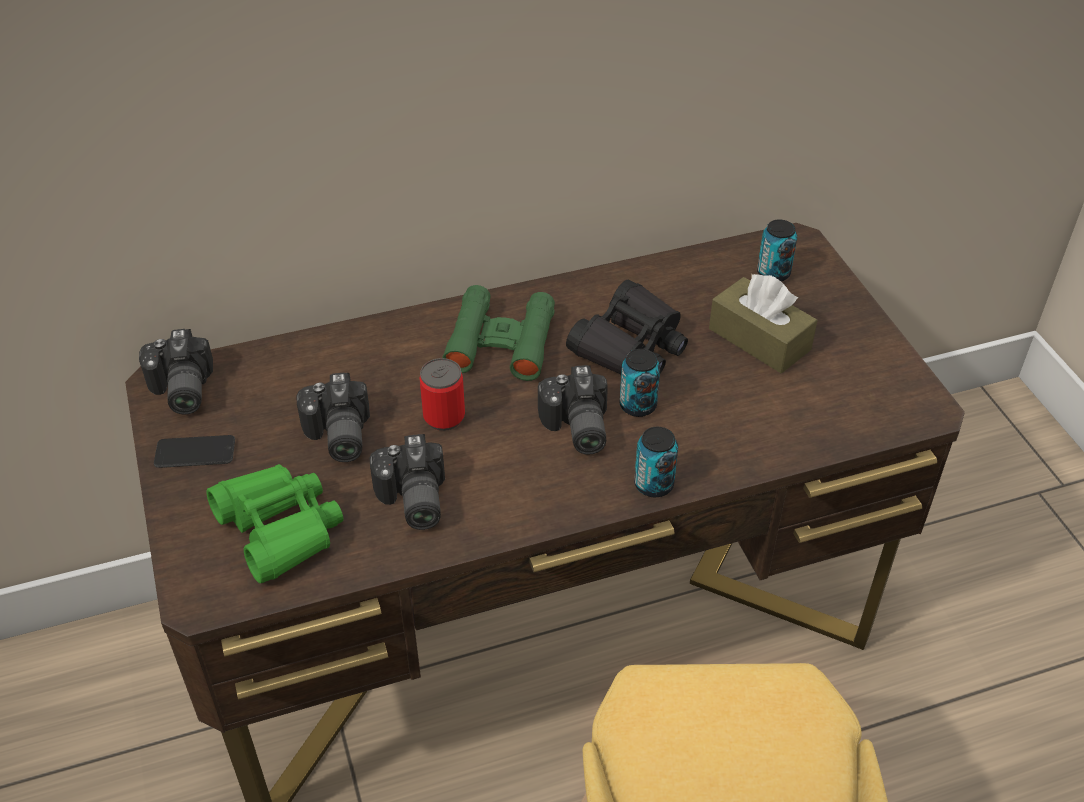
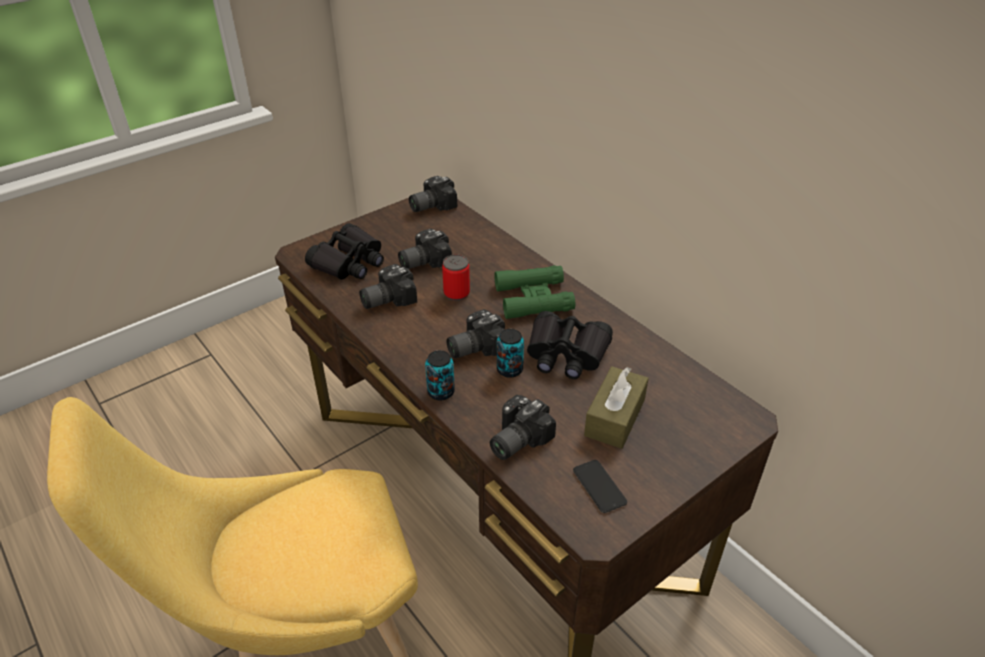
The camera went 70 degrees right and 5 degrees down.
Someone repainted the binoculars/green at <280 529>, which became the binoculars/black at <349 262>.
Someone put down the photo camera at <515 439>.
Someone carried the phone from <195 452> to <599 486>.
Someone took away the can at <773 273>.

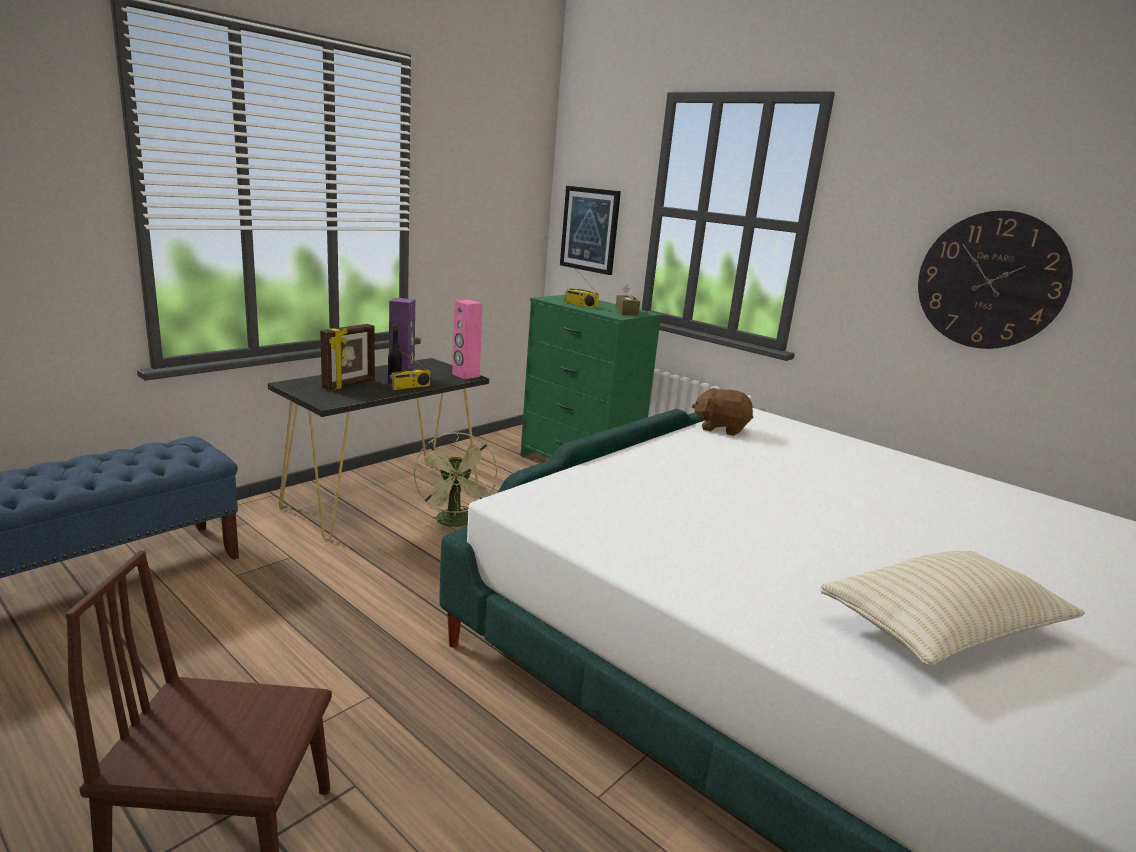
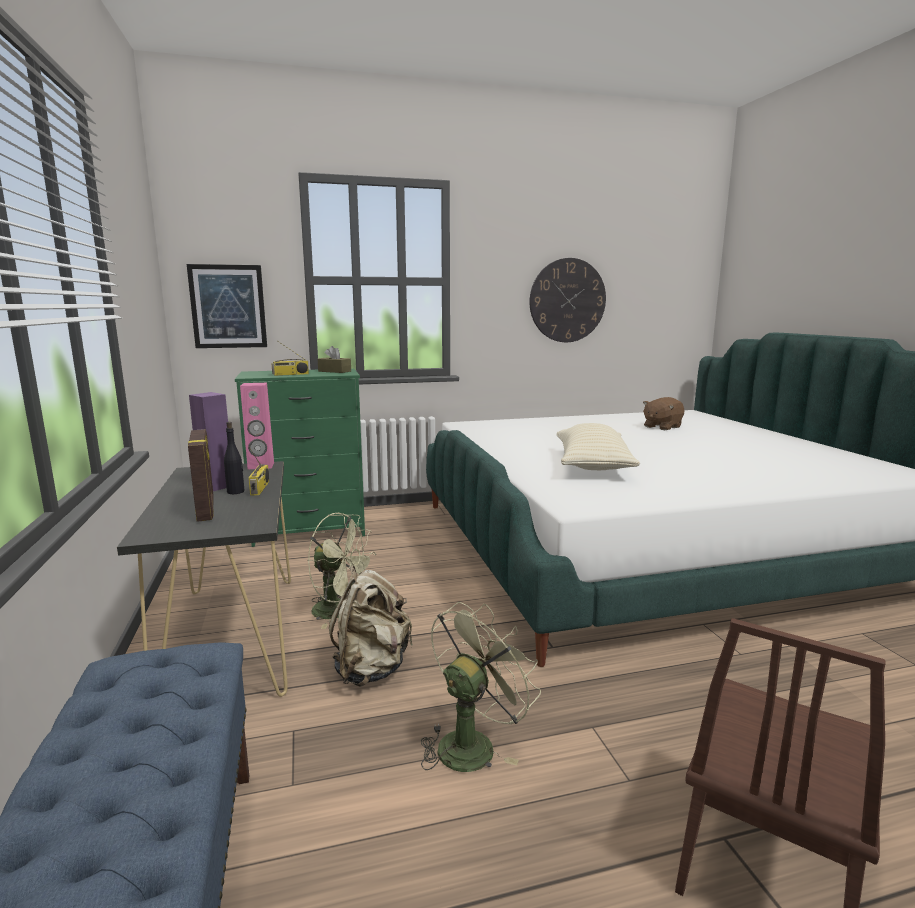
The camera went 55 degrees left and 5 degrees down.
Someone put down the backpack/beige at <371 669>.
Someone put down the fan/green at <472 743>.
Someone carried the pillow/beige from <942 630> to <592 465>.
Someone carried the plush toy/brown from <721 428> to <661 427>.

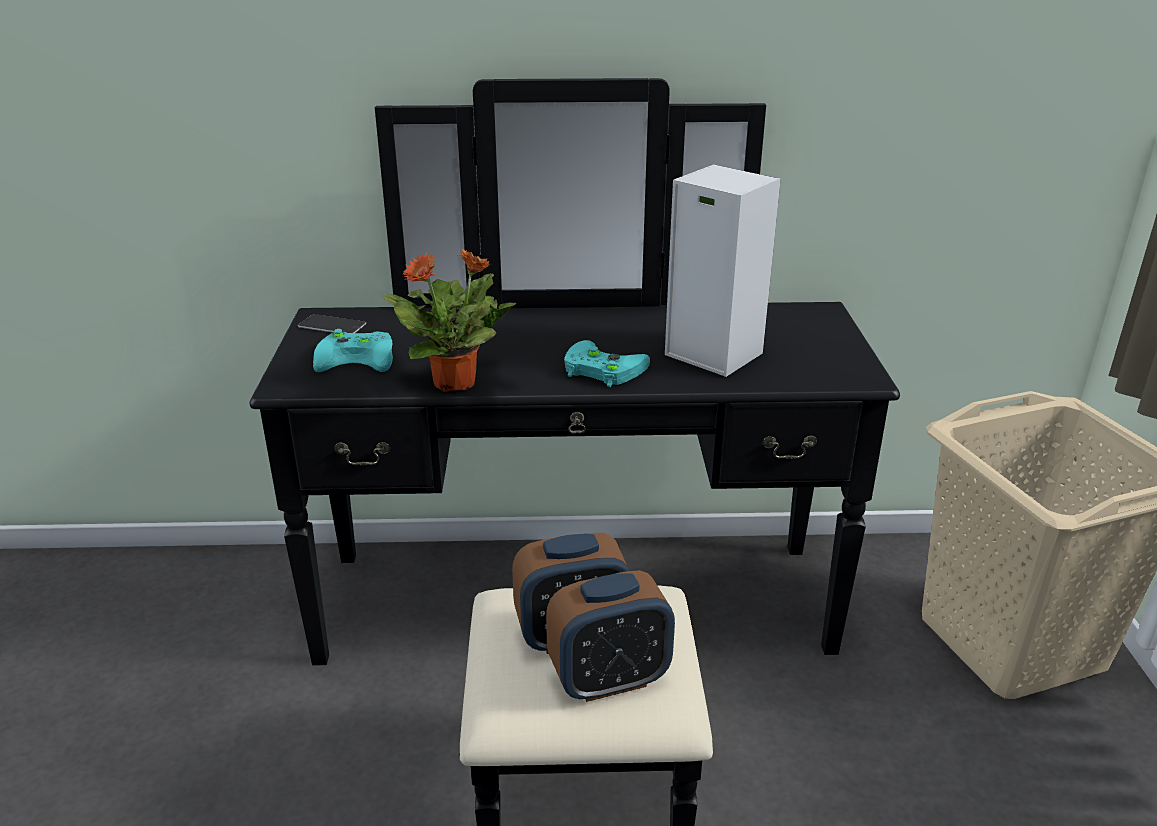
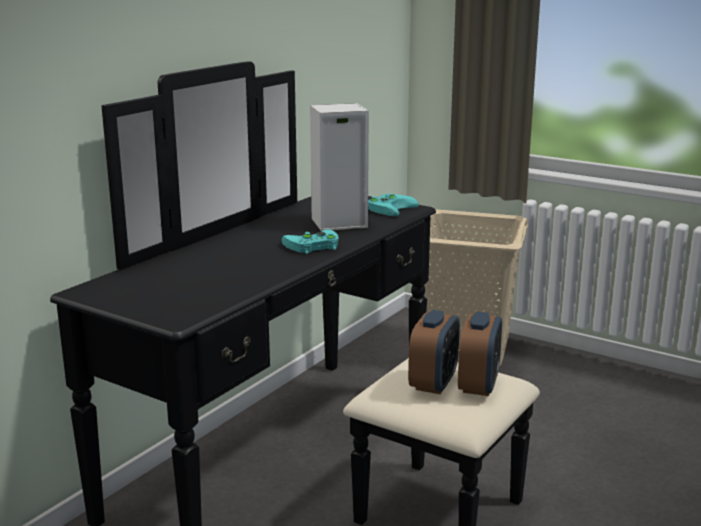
The camera went 55 degrees left and 10 degrees down.
Someone carried the game controller/turquoise from <359 357> to <390 208>.
Someone took away the phone at <332 325>.
Someone took away the potted plant at <456 382>.

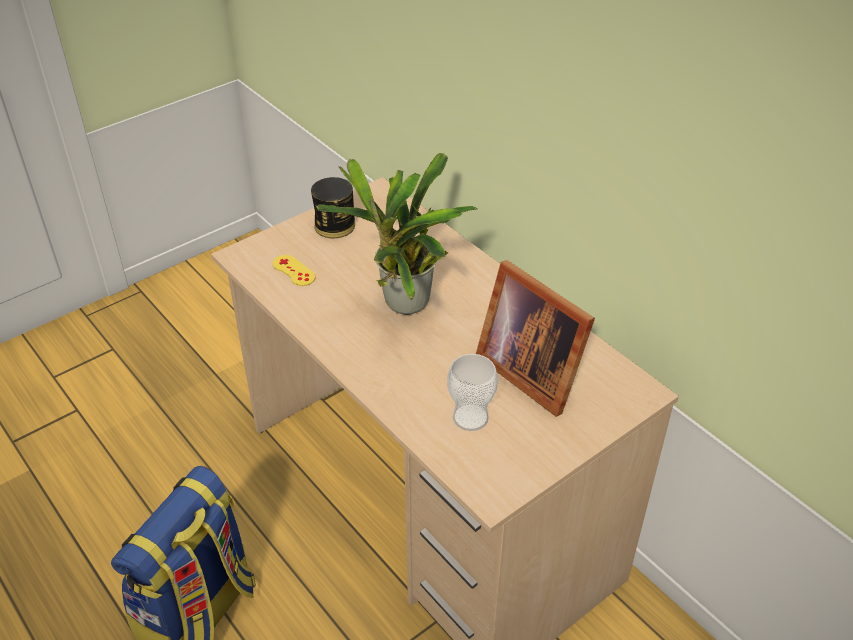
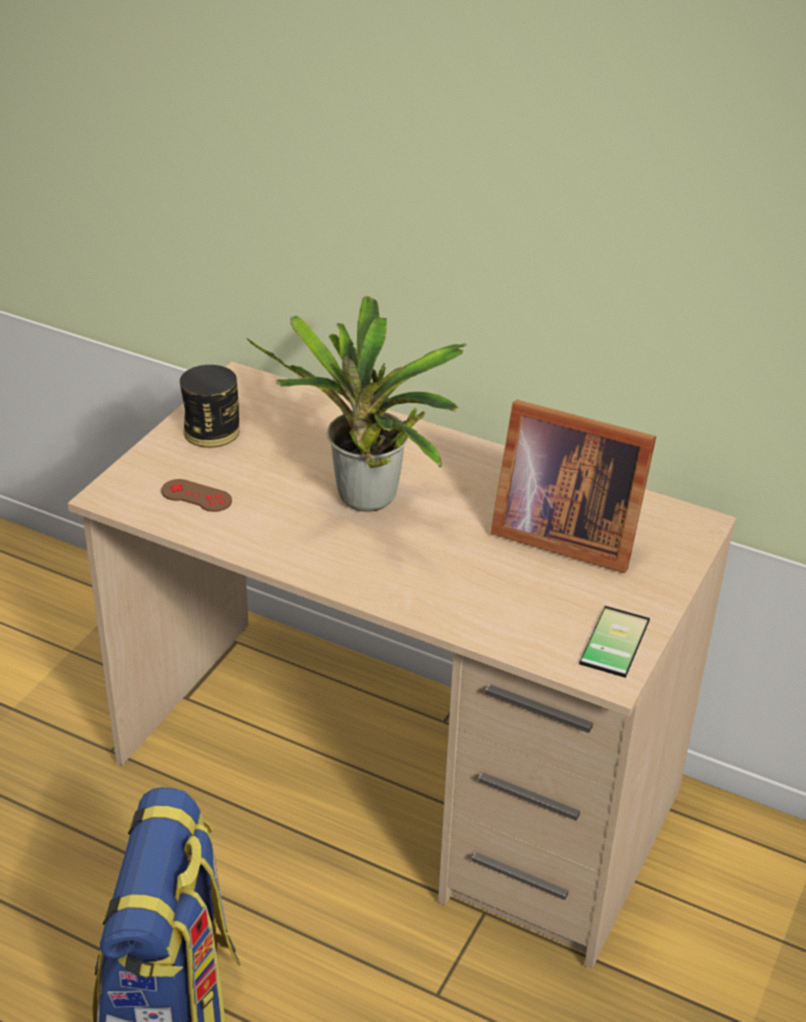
The camera went 25 degrees left and 5 degrees down.
Someone repainted the game controller/yellow at <293 271>, which became the game controller/brown at <196 496>.
Someone put down the phone at <609 640>.
Someone took away the cup at <470 417>.

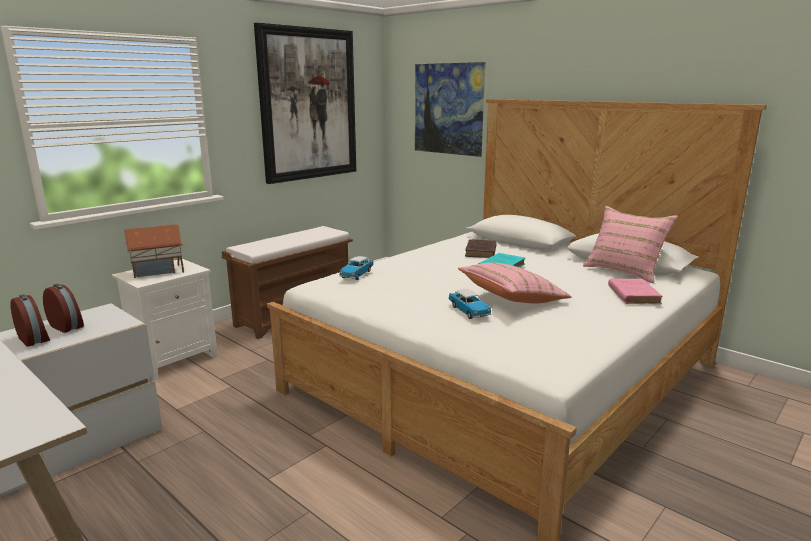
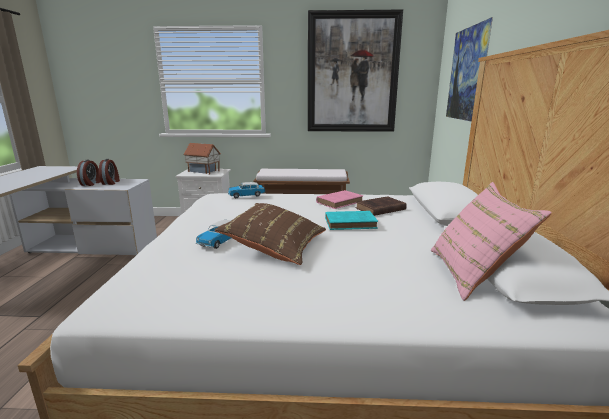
The camera went 50 degrees right and 0 degrees up.
Someone repainted the pillow/pink at <512 299>, which became the pillow/brown at <275 247>.
Someone carried the book/pink from <633 294> to <340 202>.

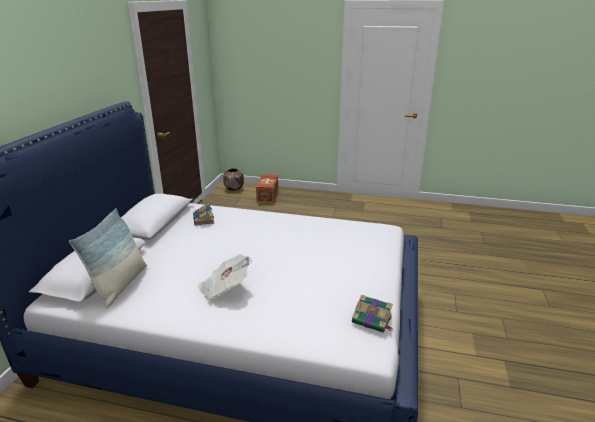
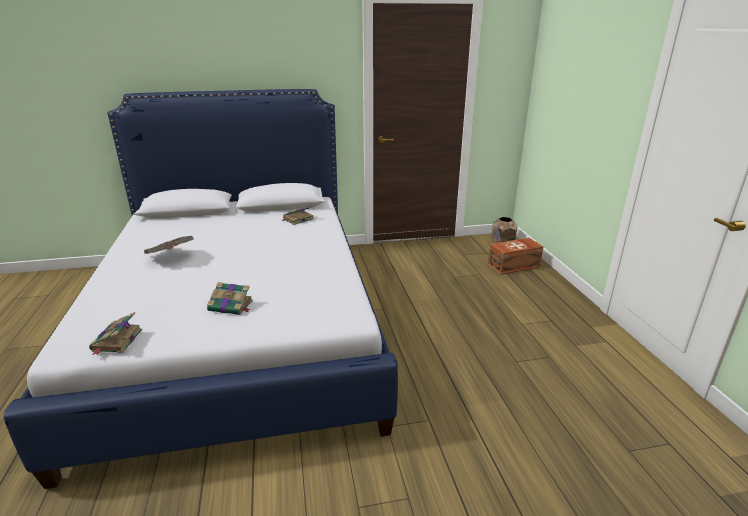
The camera went 65 degrees right and 0 degrees up.
Someone put down the book at <231 306>.
Someone took away the pillow at <120 285>.

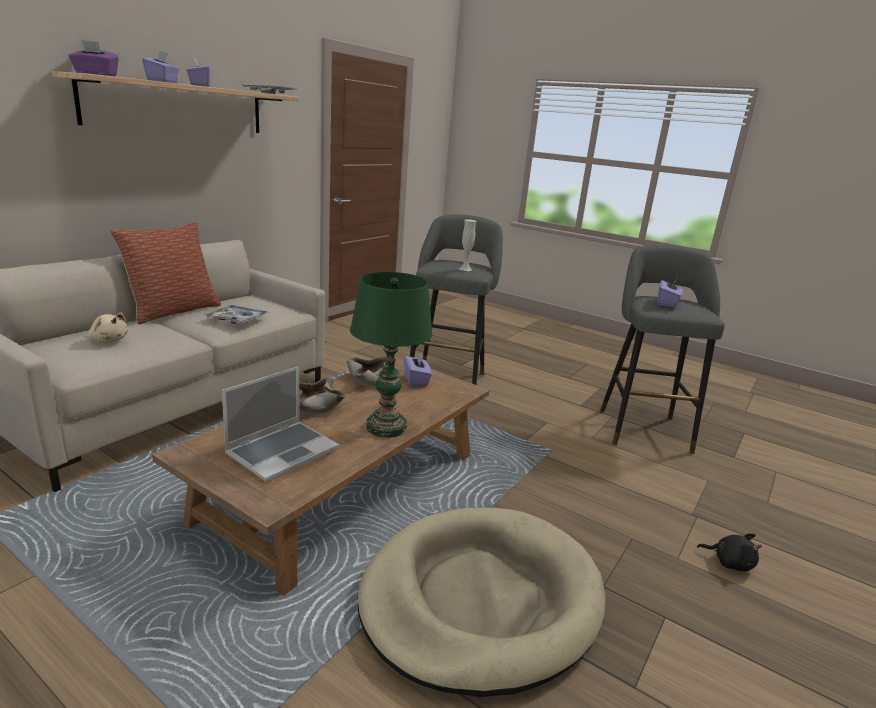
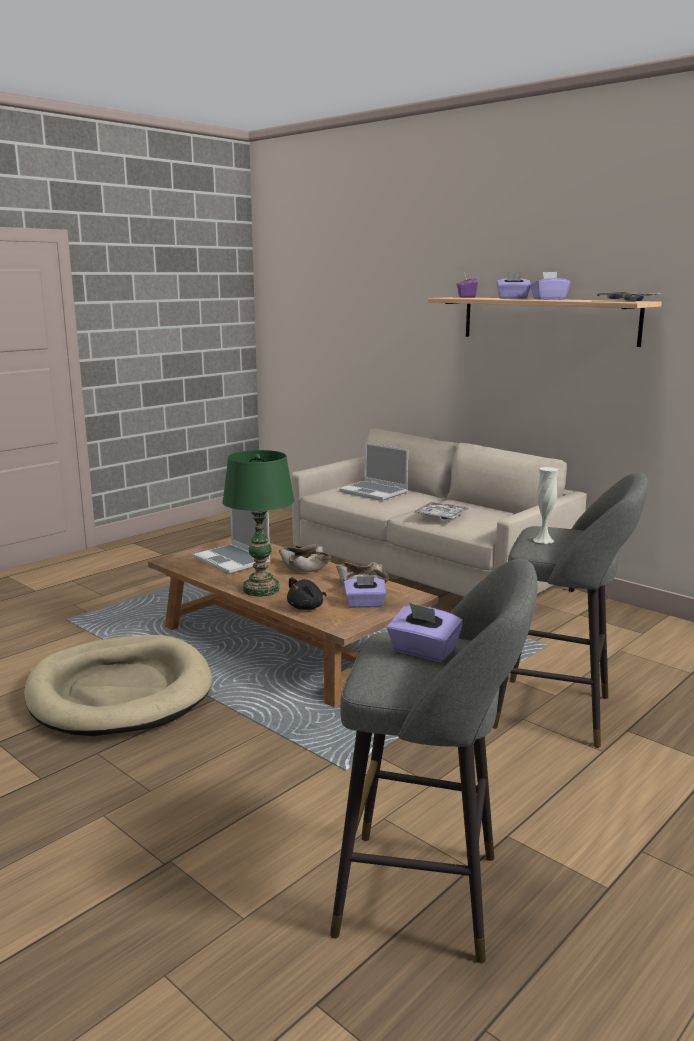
The camera went 100 degrees right and 5 degrees down.
Someone carried the plush toy/black from <729 562> to <307 607>.
Someone swapped the plush toy/beige at <108 340> for the laptop at <375 492>.
Someone took away the pillow at <173 311>.

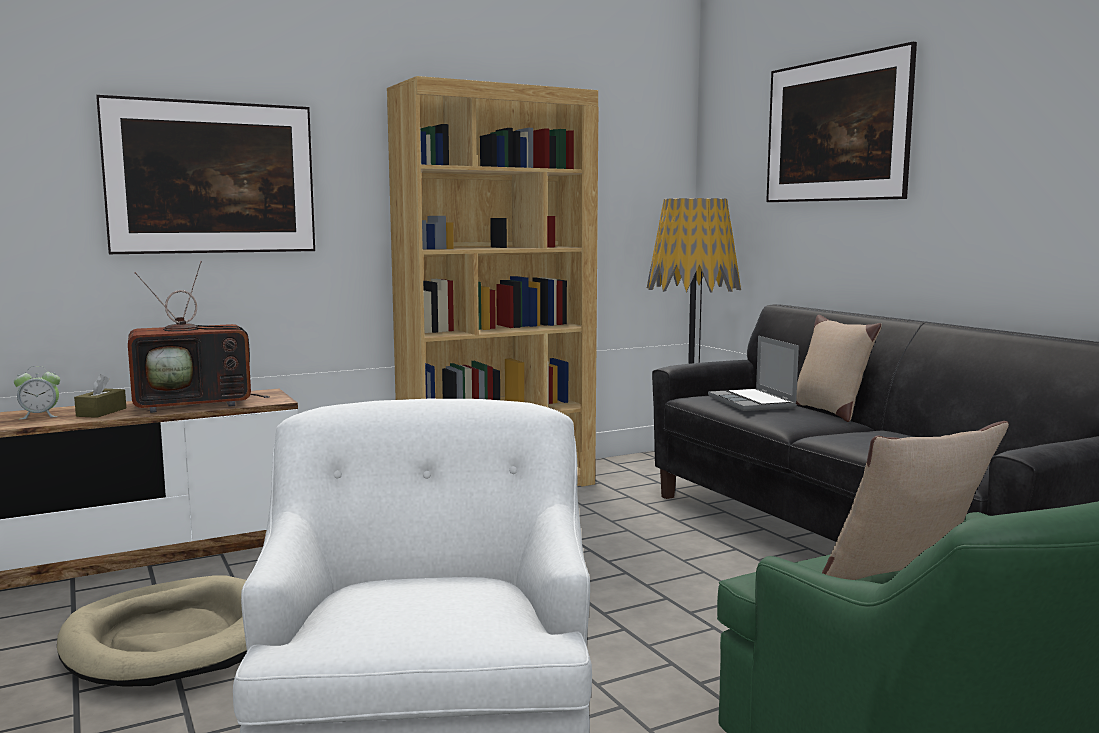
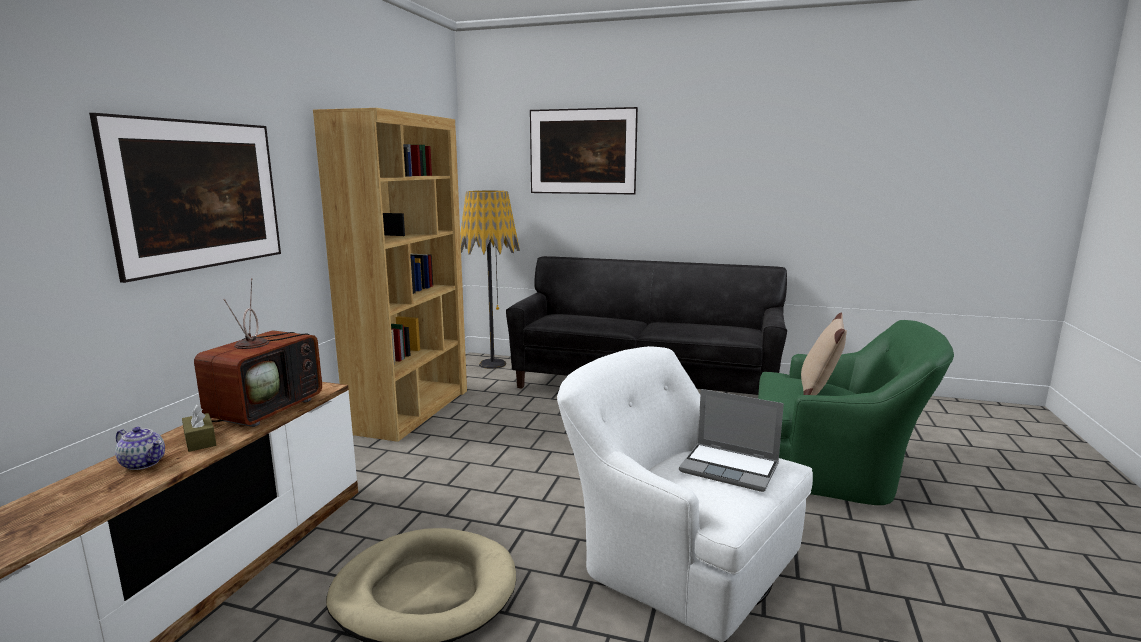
The camera went 45 degrees left and 5 degrees up.
Someone swapped the alarm clock at <40 416> for the teapot at <144 463>.
Someone carried the laptop from <753 402> to <730 468>.
Someone took away the pillow/beige at <829 411>.

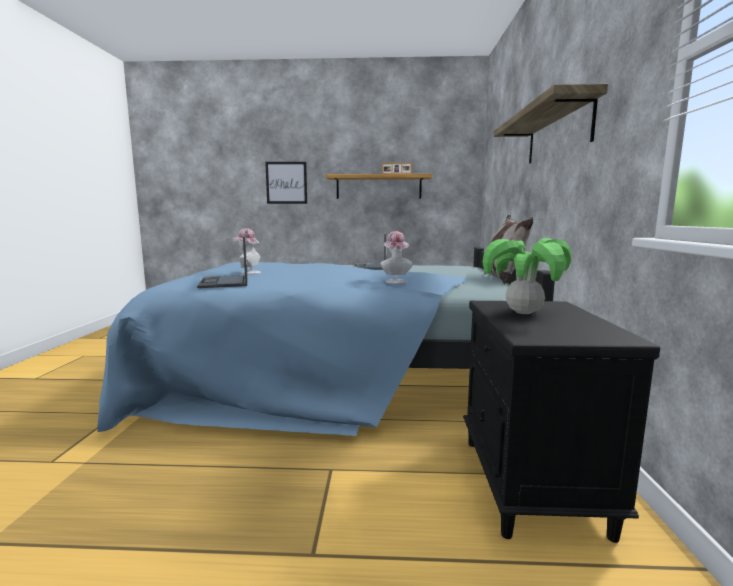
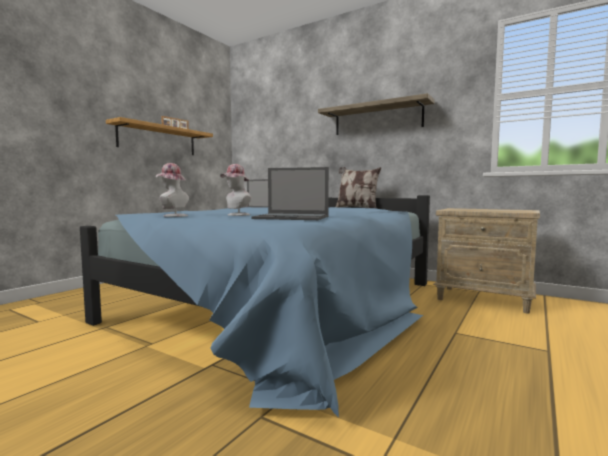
The camera went 60 degrees left and 5 degrees down.
Someone carried the hat from <395 281> to <172 216>.
Someone repainted the nightstand/black at <532 484>, which became the nightstand/beige at <484 299>.
Someone took away the picture at <286 182>.
Someone took away the potted plant at <523 312>.

